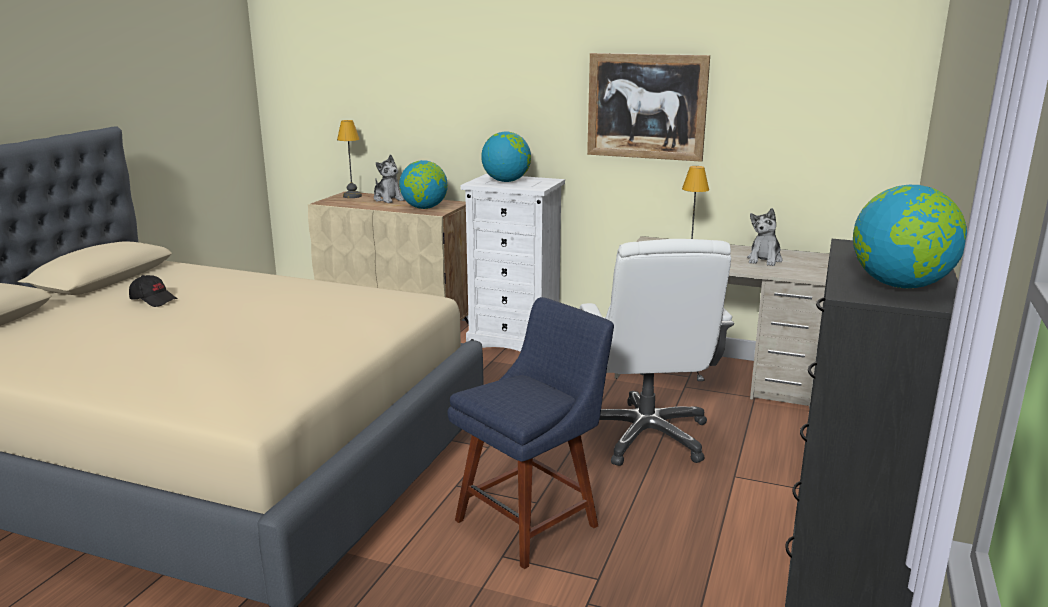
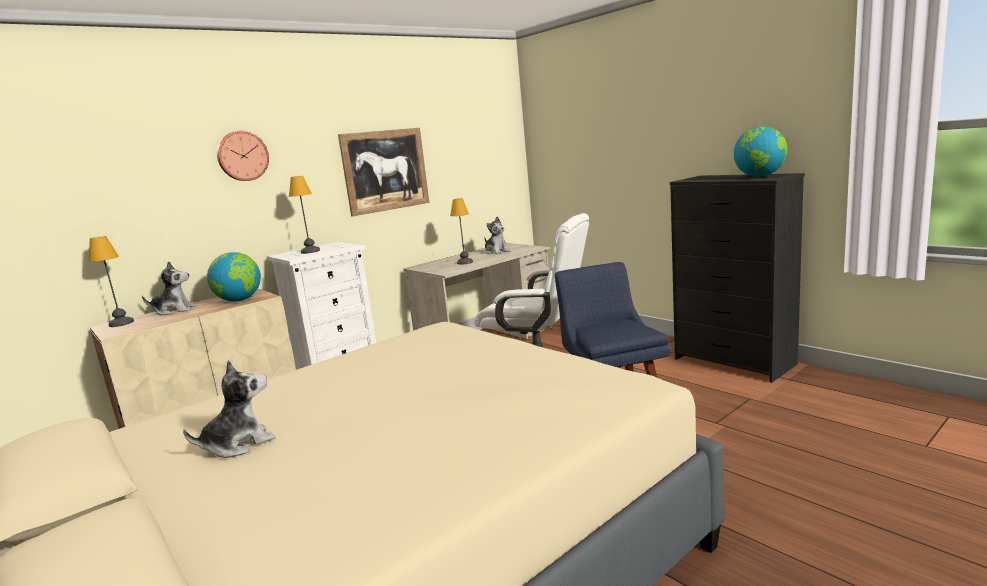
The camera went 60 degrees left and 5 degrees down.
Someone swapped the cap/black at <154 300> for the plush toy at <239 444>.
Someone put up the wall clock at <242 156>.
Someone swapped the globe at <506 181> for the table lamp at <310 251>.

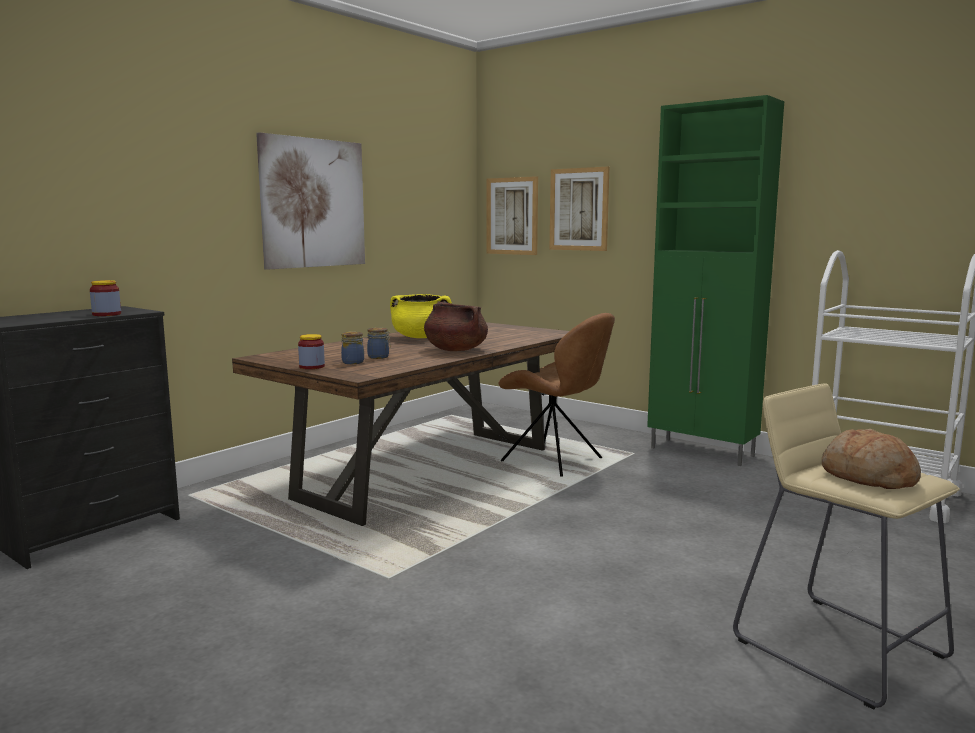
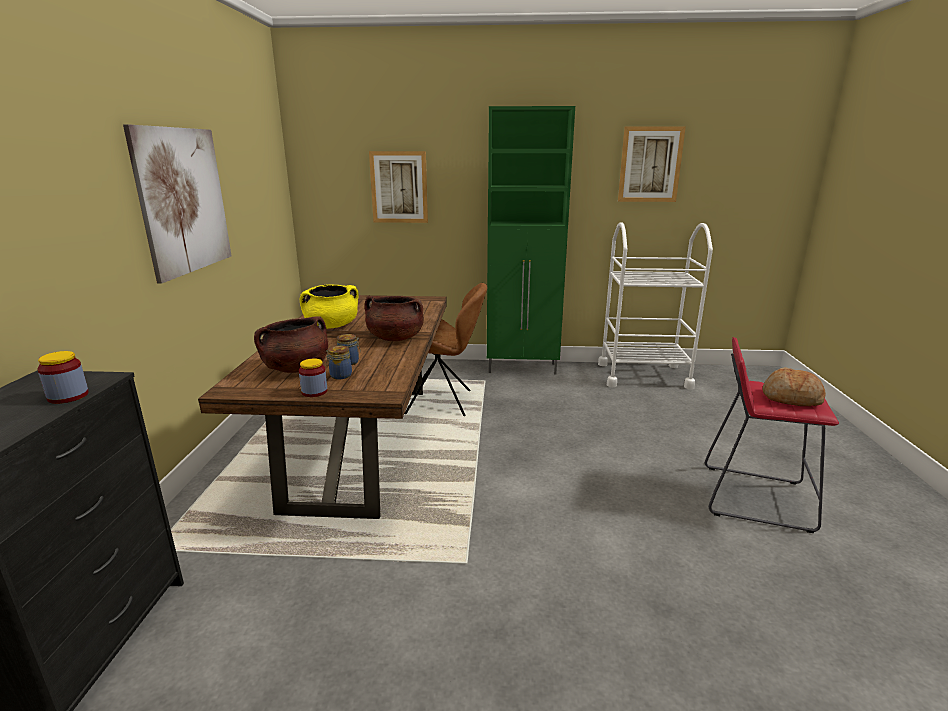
The camera went 35 degrees left and 10 degrees up.
Someone put down the cooking pot/brown at <296 368>.
Someone carried the picture from <512 216> to <650 164>.
Someone repainted the stool/beige at <839 647>, which became the stool/red at <755 497>.

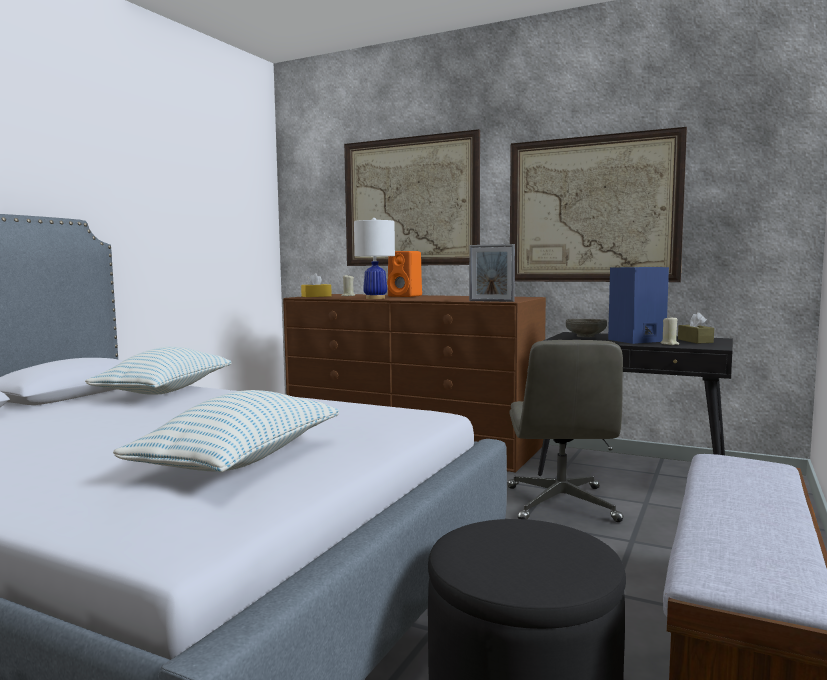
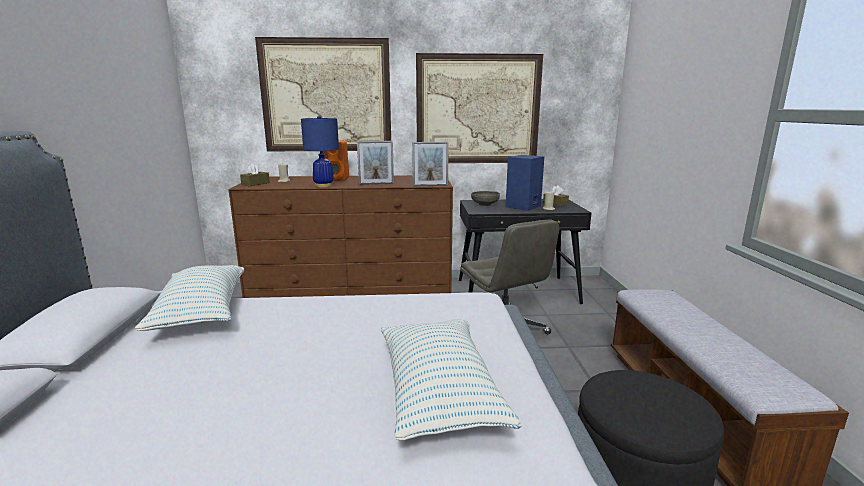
The camera went 30 degrees left and 10 degrees up.
Someone repainted the tissue box/yellow at <316 296>, which became the tissue box/brown at <255 184>.
Someone repainted the table lamp/white at <375 298>, which became the table lamp/blue at <323 185>.
Someone put down the picture frame at <376 184>.

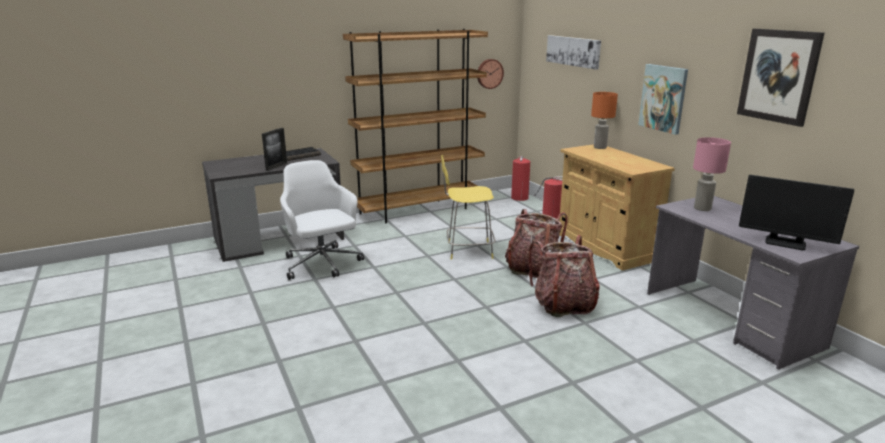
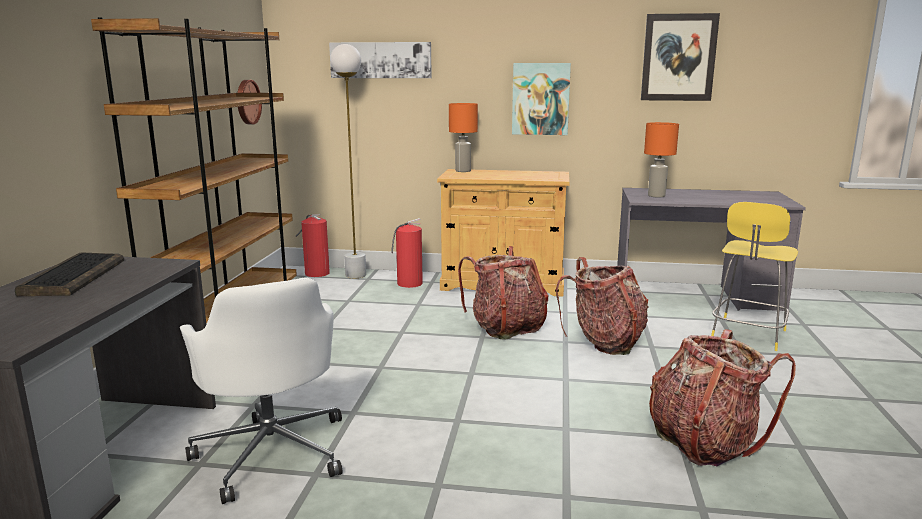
The camera went 55 degrees left and 5 degrees down.
Someone rotated the office chair/white at <322 264> by 120 degrees counterclockwise.
Someone put down the floor lamp/white at <355 275>.
Someone repainted the table lamp/pink at <702 208>, which became the table lamp/orange at <656 196>.
Someone put down the backpack at <704 442>.
Someone carried the stool/yellow from <467 250> to <748 335>.
Someone took away the picture frame at <276 166>.
Someone took away the monitor at <785 243>.

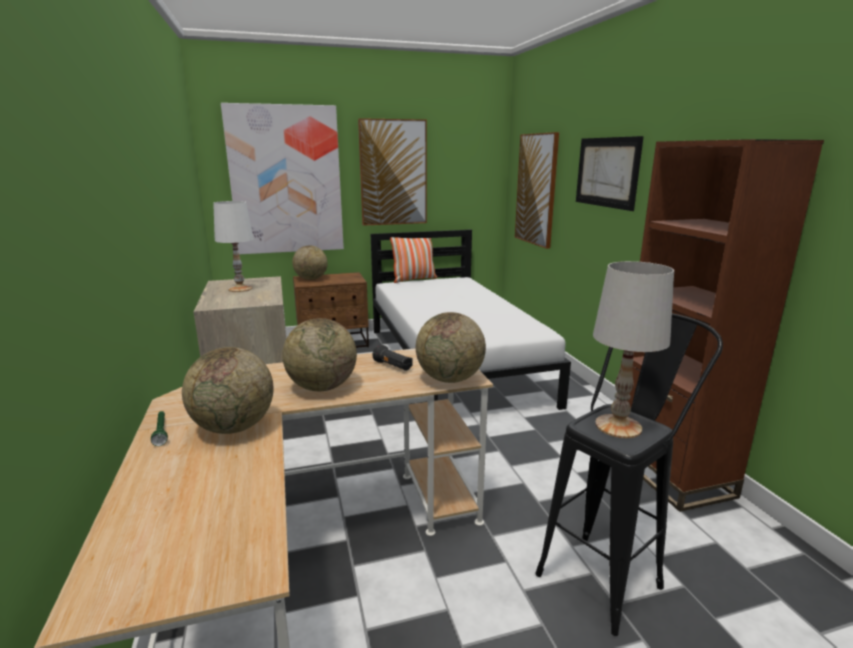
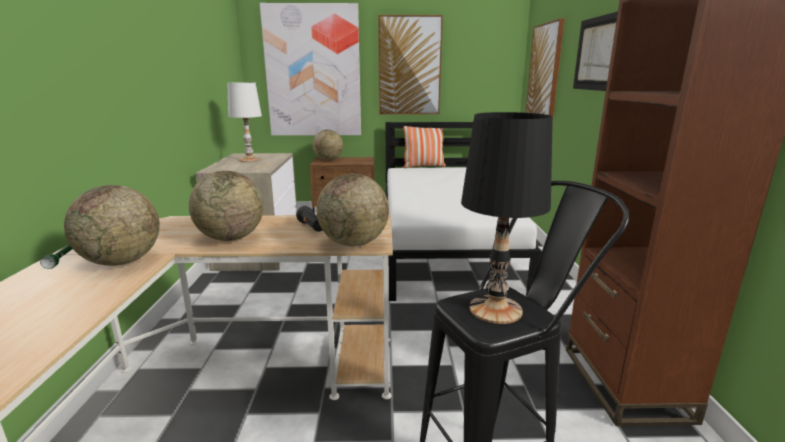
The camera went 15 degrees right and 0 degrees up.
Someone repainted the table lamp/white at <618 426>, which became the table lamp/black at <495 309>.

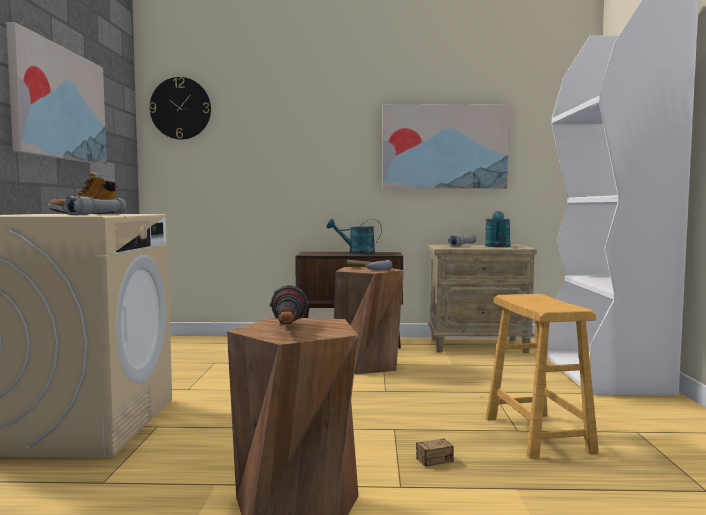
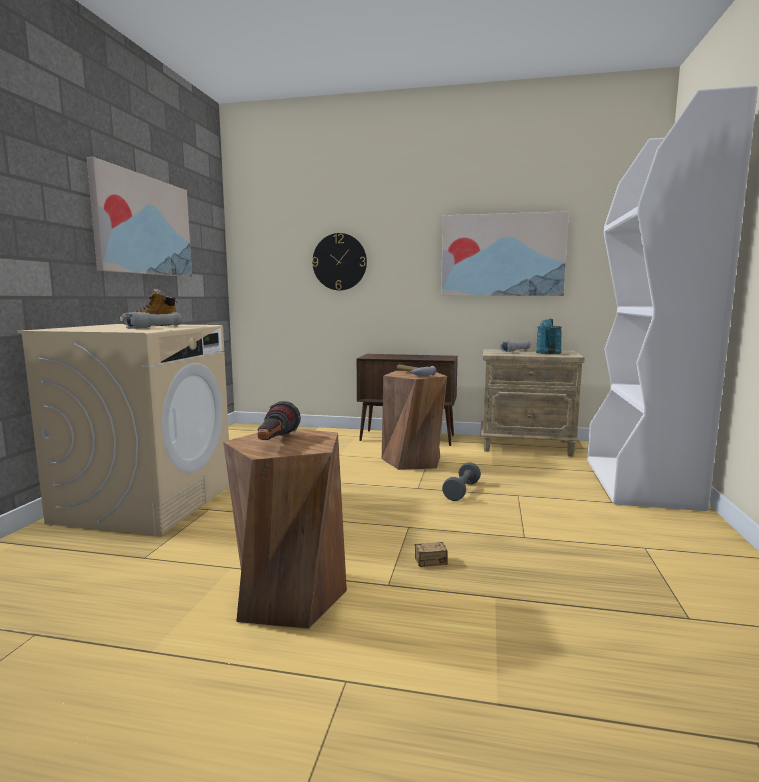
The camera went 10 degrees right and 5 degrees up.
Someone carried the wall clock from <180 108> to <339 262>.
Someone put down the dumbbell/grey at <461 491>.
Someone took away the watering can/turquoise at <356 253>.
Someone took away the stool/brown at <538 434>.

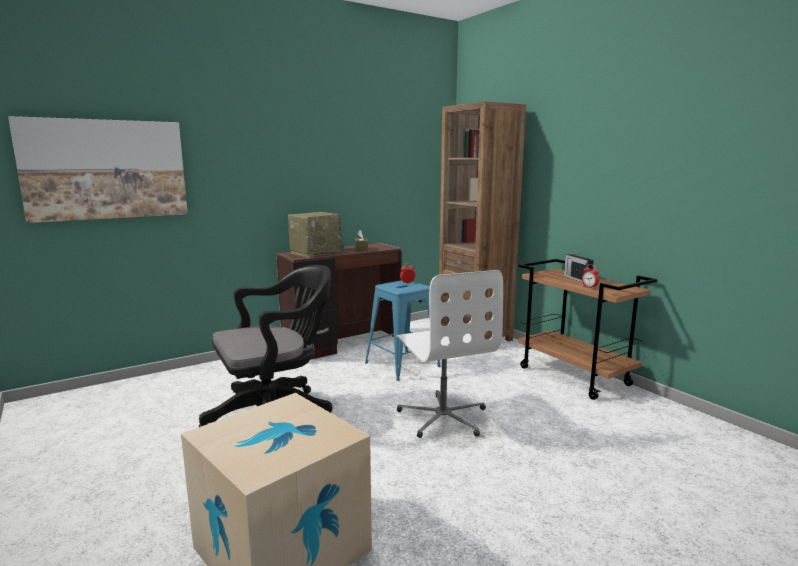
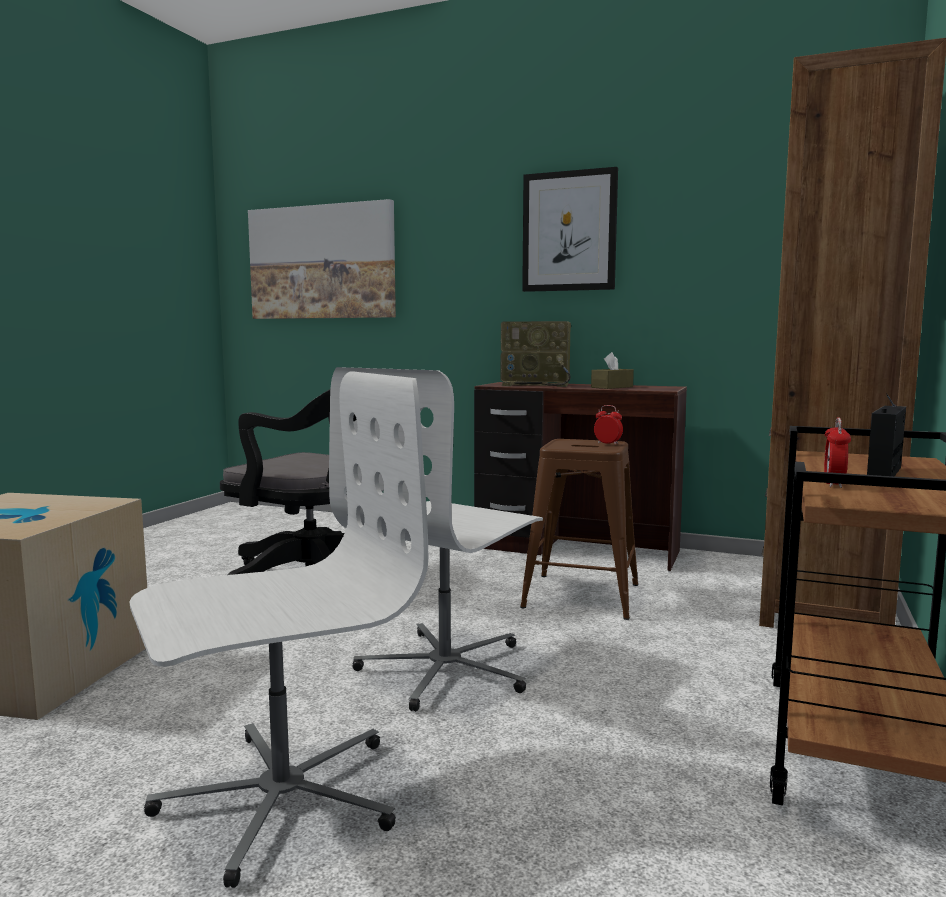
The camera went 55 degrees right and 5 degrees down.
Someone put down the office chair/white at <280 796>.
Someone repainted the stool/blue at <402 364>, which became the stool/brown at <582 596>.
Someone put up the picture at <569 231>.

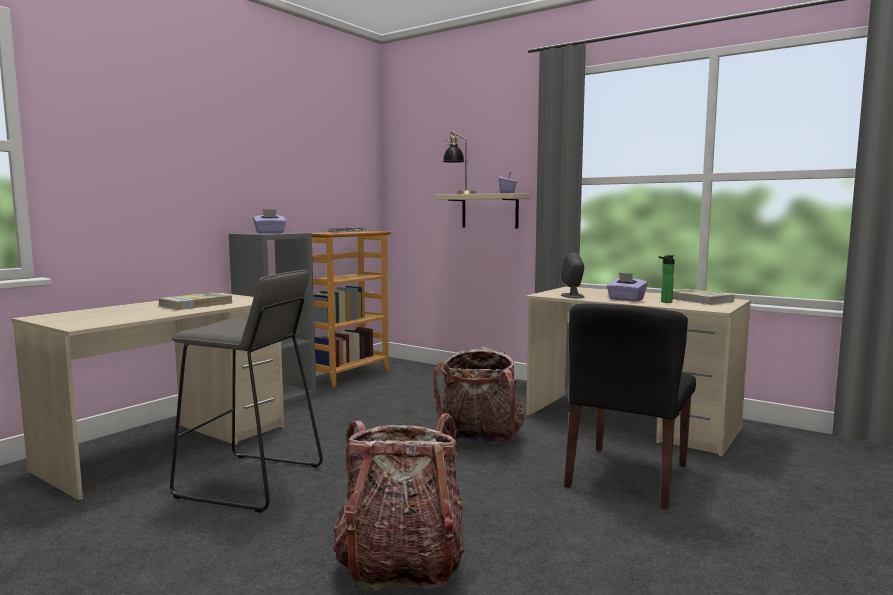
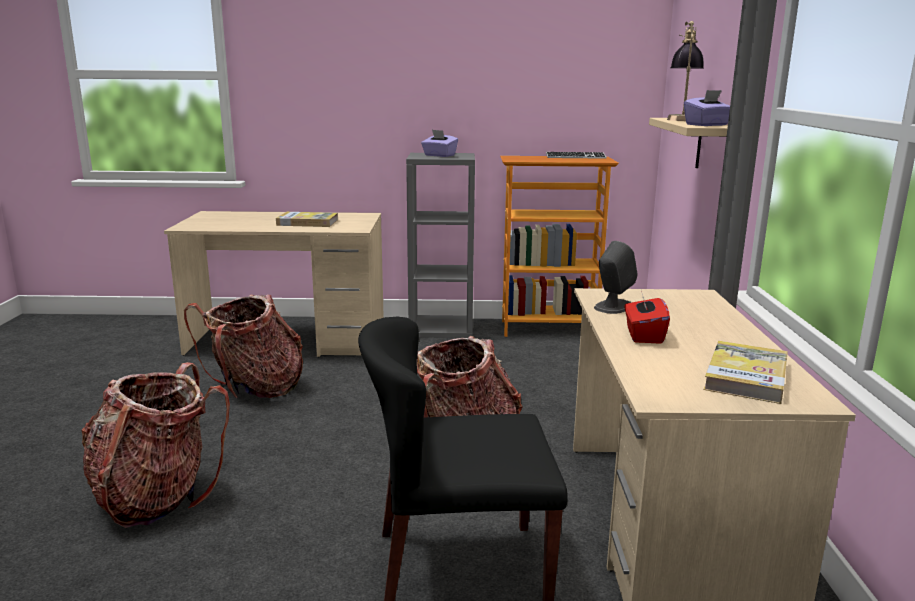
The camera went 55 degrees right and 10 degrees up.
Someone swapped the stool/grey at <250 482> for the backpack at <255 389>.
Someone repainted the tissue box/purple at <626 299>, which became the tissue box/red at <643 335>.
Someone took away the bottle at <664 302>.

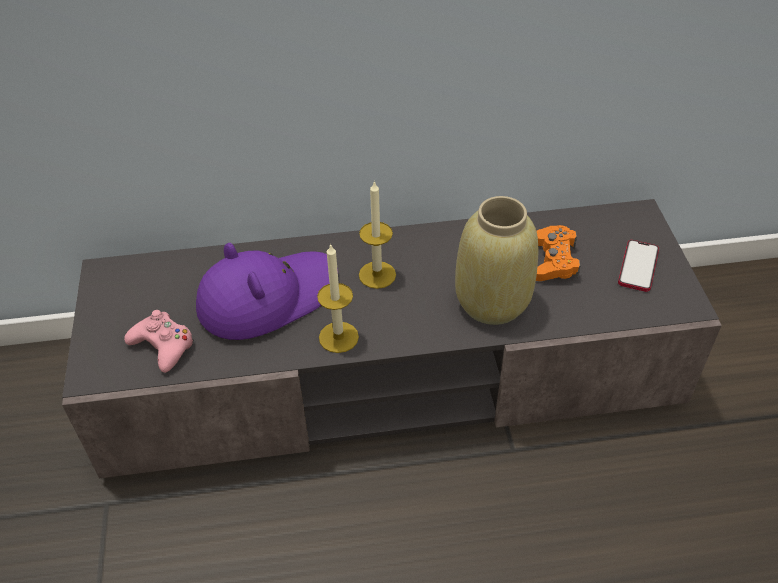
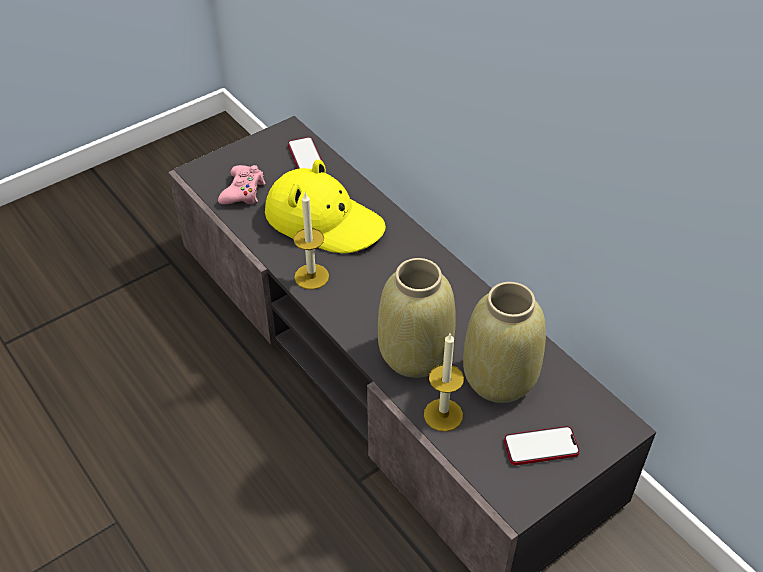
The camera went 60 degrees right and 0 degrees up.
Someone repainted the hat/purple at <267 297>, which became the hat/yellow at <324 221>.
Someone put down the phone at <306 157>.
Someone carried the candle from <377 275> to <443 415>.
Someone swapped the game controller/orange at <554 261> for the vase/beige at <499 380>.

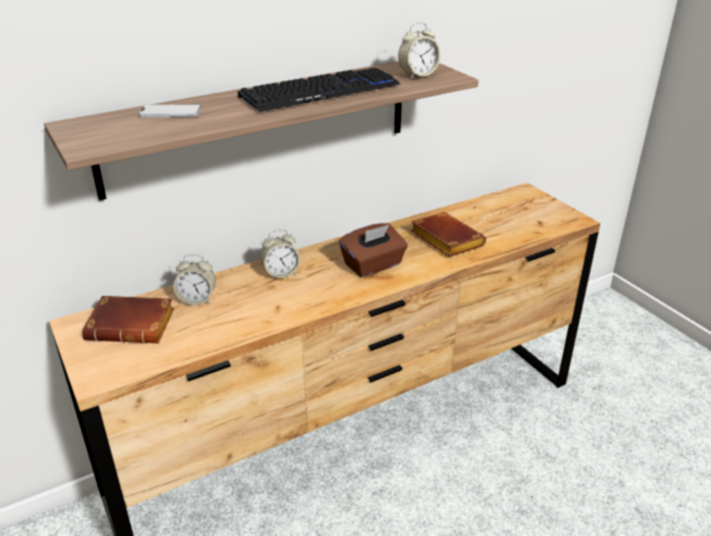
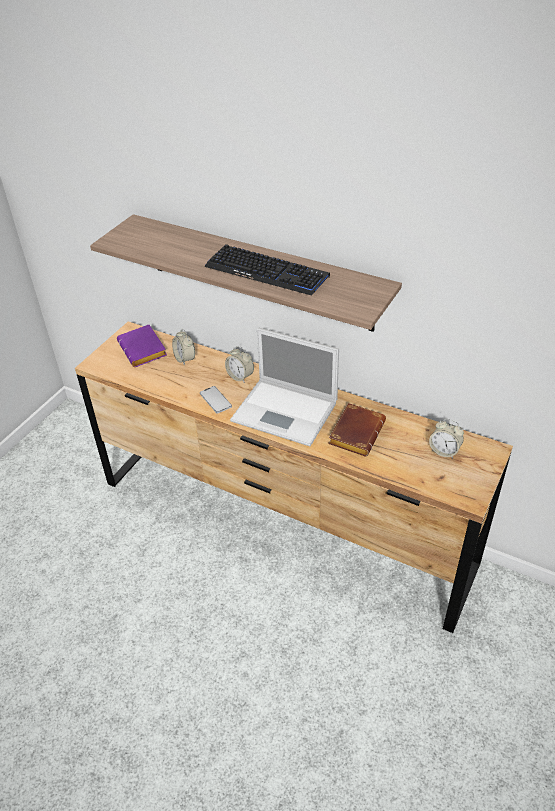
The camera went 60 degrees right and 10 degrees up.
Someone repainted the book/brown at <134 325>, which became the book/purple at <144 350>.
Someone carried the phone from <170 112> to <215 400>.
Someone swapped the tissue box/brown at <373 265> for the laptop at <286 412>.
Someone carried the alarm clock from <418 75> to <444 451>.

